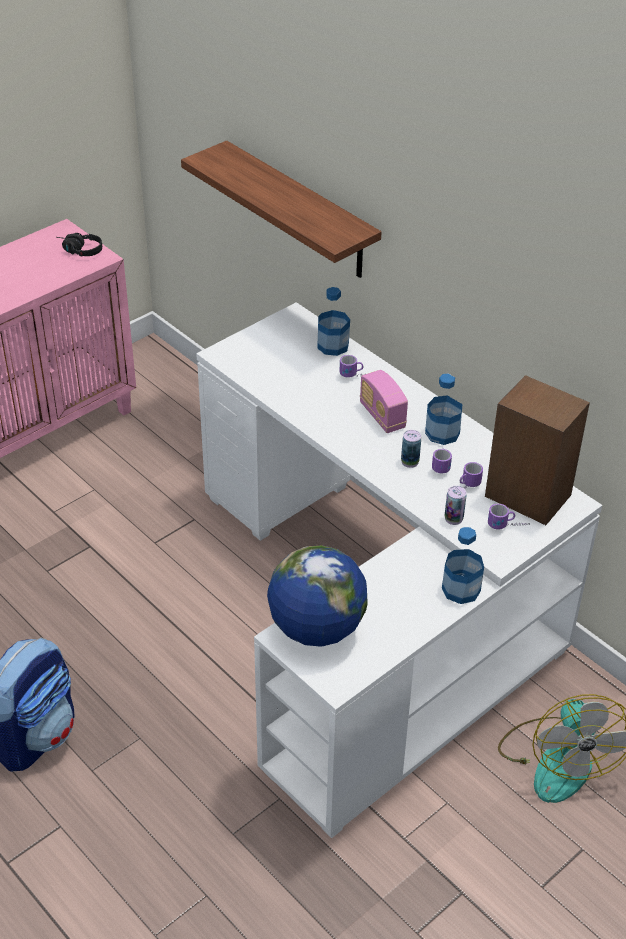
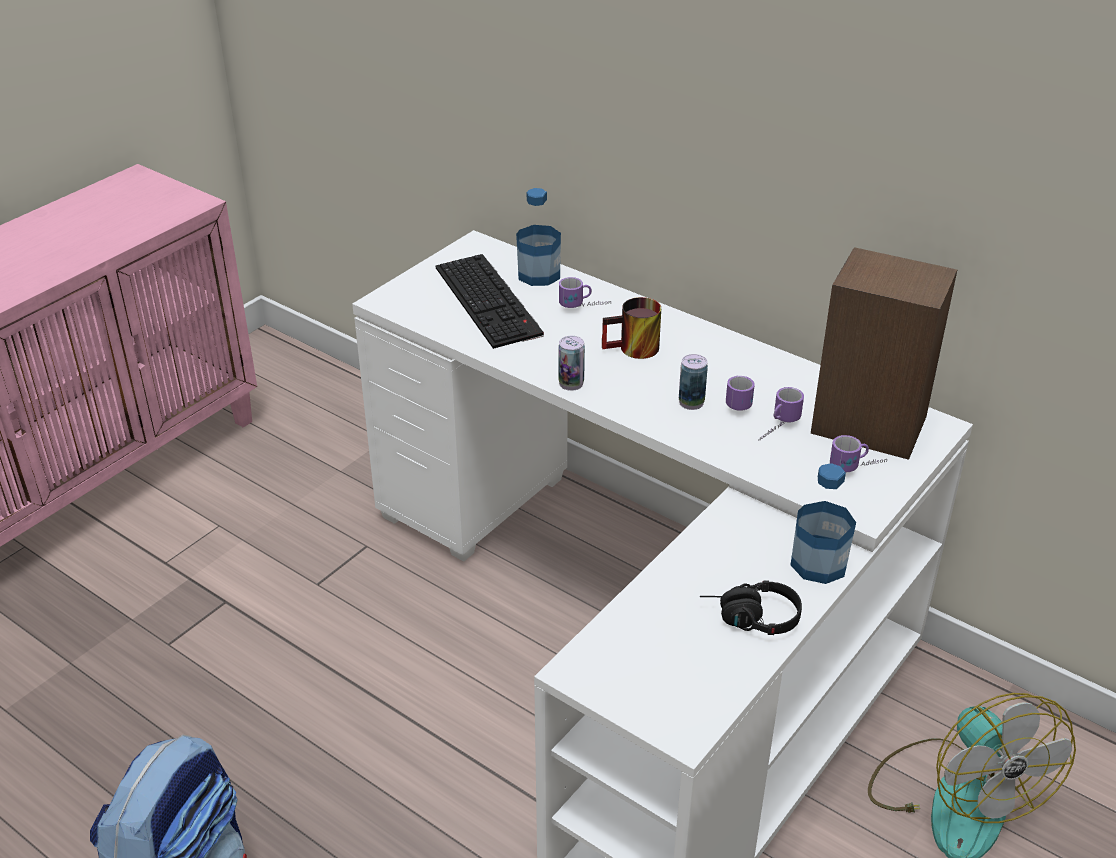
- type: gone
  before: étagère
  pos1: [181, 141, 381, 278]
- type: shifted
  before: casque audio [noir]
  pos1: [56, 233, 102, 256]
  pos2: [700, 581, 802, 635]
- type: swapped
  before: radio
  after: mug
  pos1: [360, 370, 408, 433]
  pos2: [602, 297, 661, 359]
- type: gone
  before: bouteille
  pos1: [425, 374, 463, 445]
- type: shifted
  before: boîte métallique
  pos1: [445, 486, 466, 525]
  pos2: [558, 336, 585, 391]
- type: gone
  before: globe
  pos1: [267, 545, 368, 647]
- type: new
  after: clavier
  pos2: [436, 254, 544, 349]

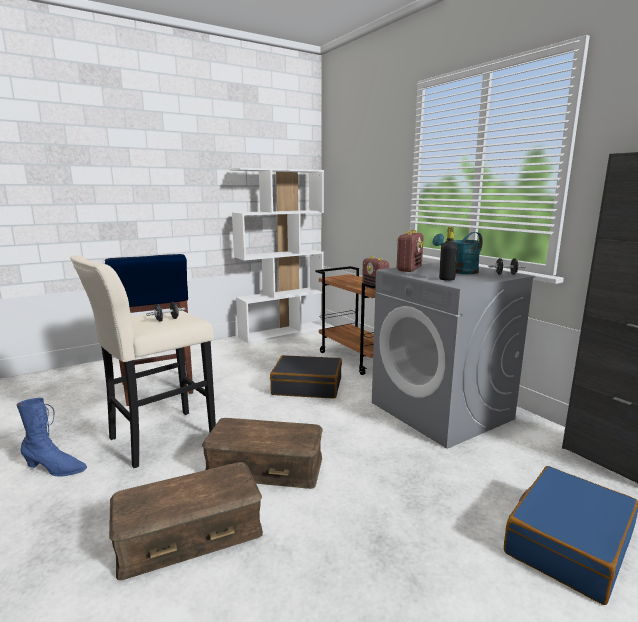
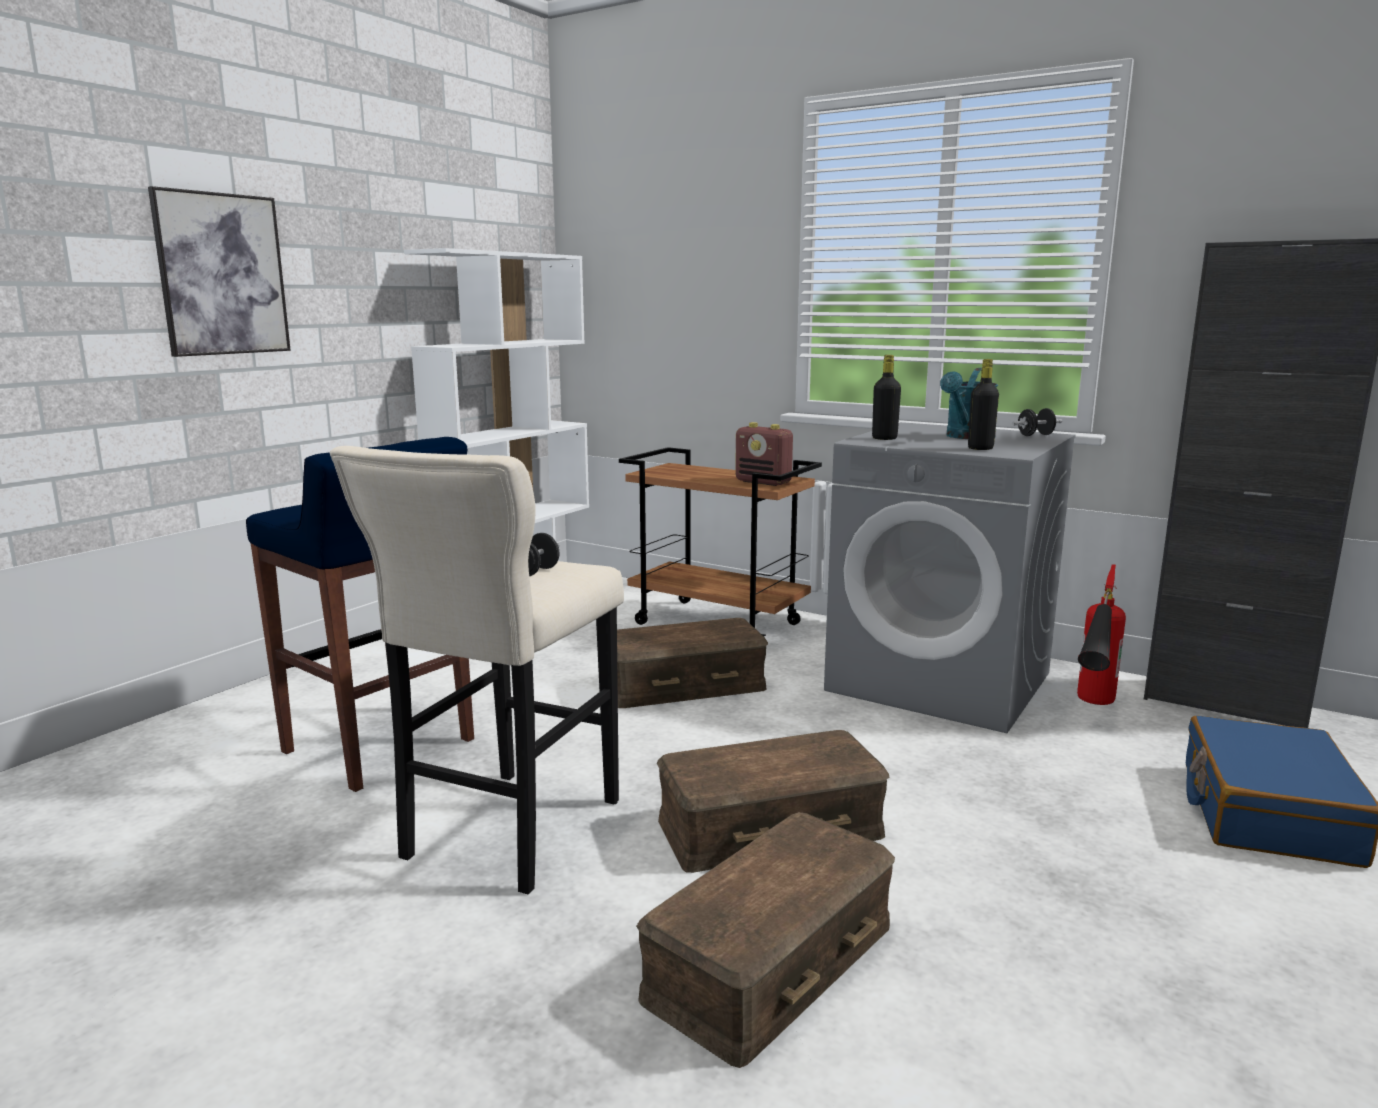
- type: swapped
  before: radio
  after: bouteille [noir]
  pos1: [396, 230, 424, 272]
  pos2: [872, 355, 901, 440]
- type: swapped
  before: valise [noir]
  after: boîte de rangement [marron]
  pos1: [270, 355, 342, 398]
  pos2: [617, 618, 768, 708]
- type: gone
  before: botte [bleu]
  pos1: [16, 398, 87, 477]
- type: new
  after: tableau
  pos2: [148, 186, 291, 357]
- type: new
  after: extincteur
  pos2: [1077, 564, 1126, 705]

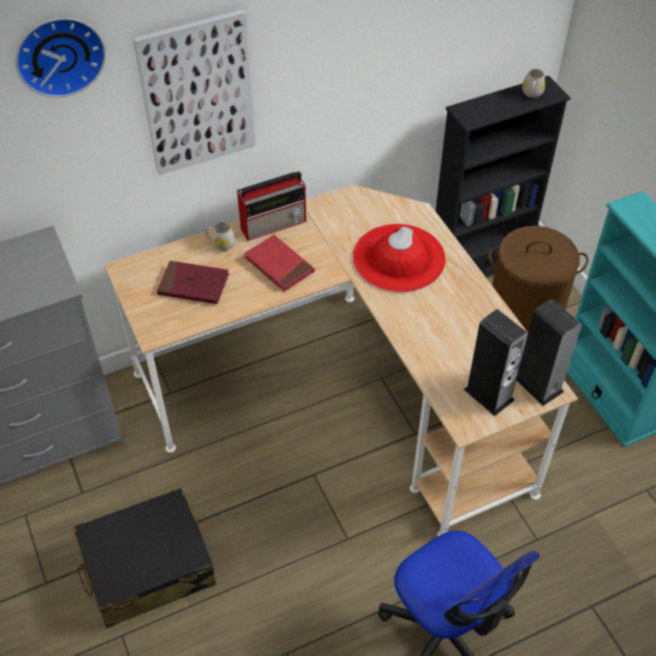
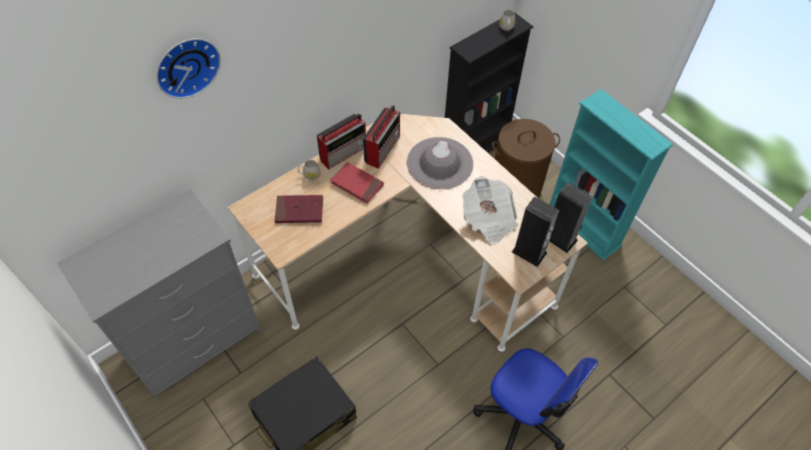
- type: gone
  before: tableau
  pos1: [133, 9, 255, 175]
- type: repainted
  before: chapeau [rouge]
  after: chapeau [gris]
  pos1: [353, 224, 445, 292]
  pos2: [407, 137, 473, 189]
- type: new
  after: radio
  pos2: [363, 105, 400, 169]
- type: new
  after: journal
  pos2: [463, 176, 518, 245]

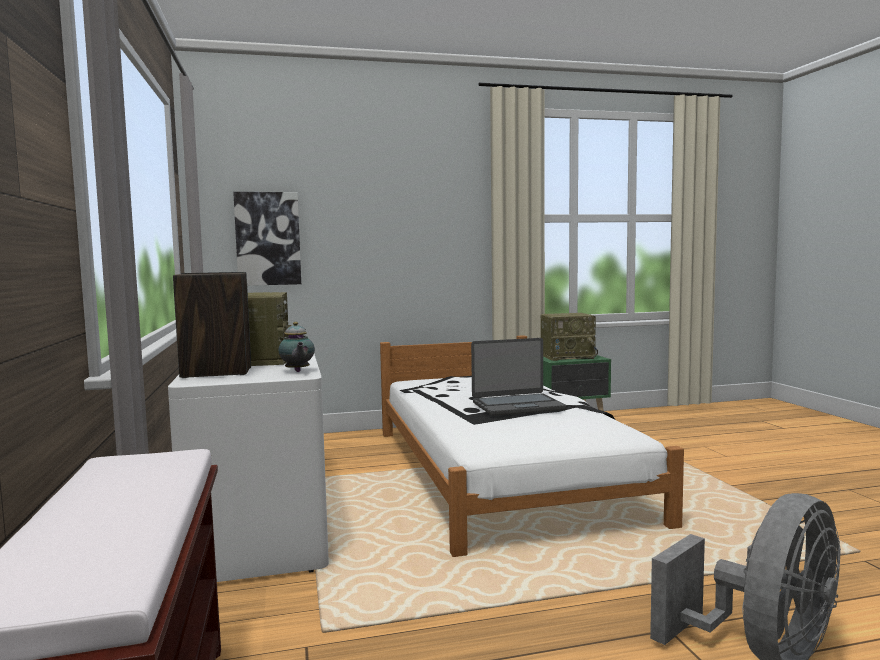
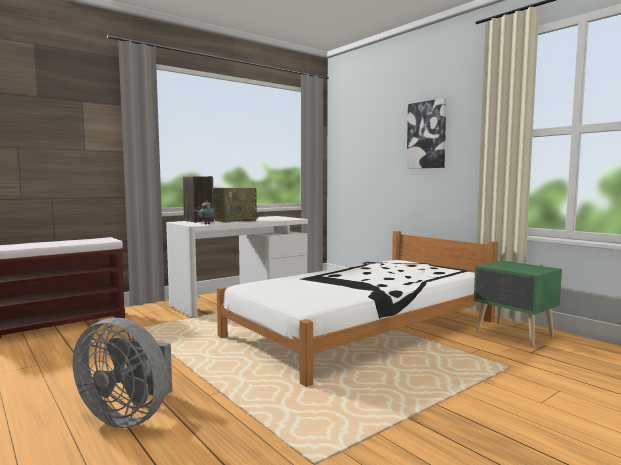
- type: shifted
  before: tableau
  pos1: [233, 192, 301, 286]
  pos2: [406, 98, 447, 169]
- type: gone
  before: radio
  pos1: [540, 313, 598, 361]
- type: gone
  before: ordinateur portable
  pos1: [471, 338, 567, 416]

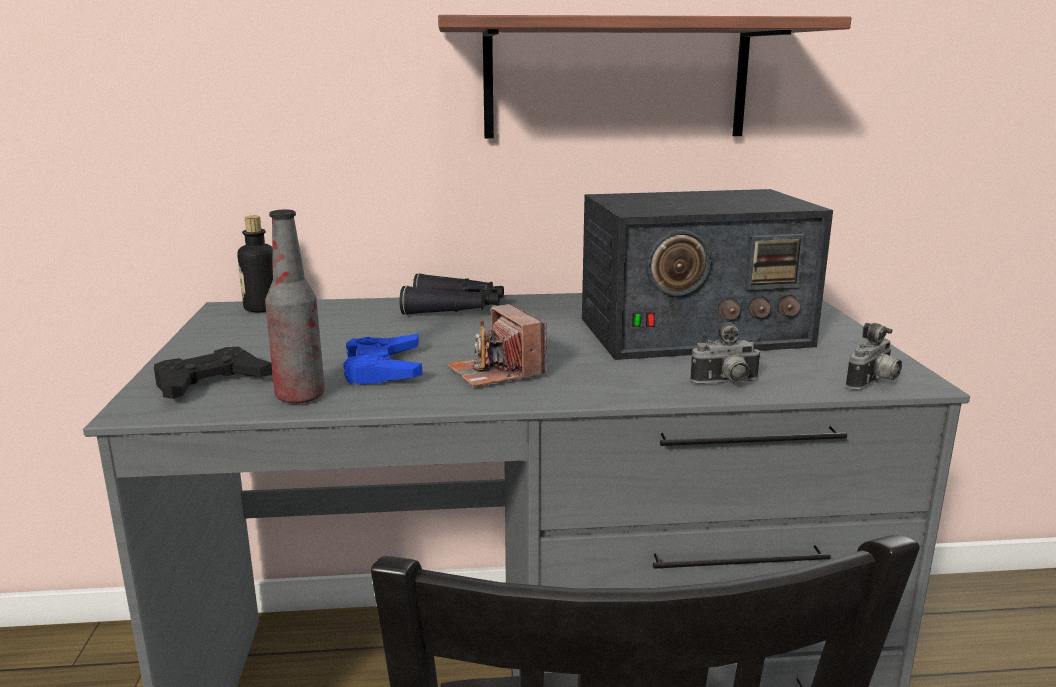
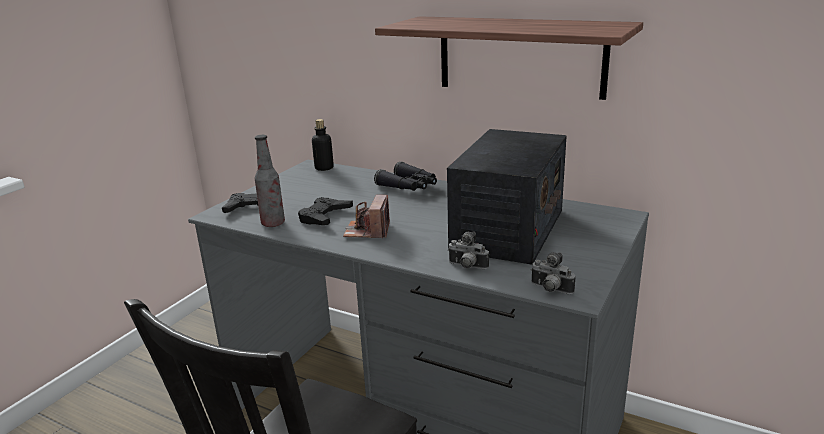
- type: rotated
  before: radio
  pos1: [582, 189, 833, 360]
  pos2: [447, 129, 567, 265]
  turn: -90
- type: rotated
  before: appareil photo
  pos1: [846, 323, 902, 390]
  pos2: [531, 252, 575, 294]
  turn: 45
- type: repainted
  before: manette [bleu]
  after: manette [noir]
  pos1: [343, 333, 422, 385]
  pos2: [298, 197, 353, 225]

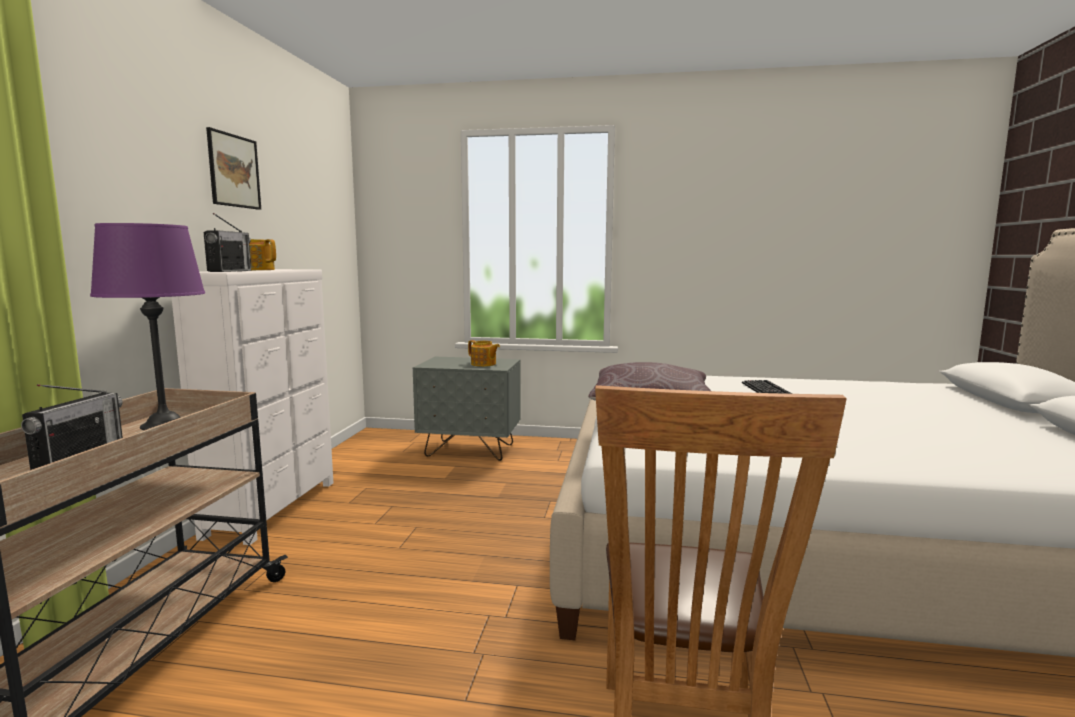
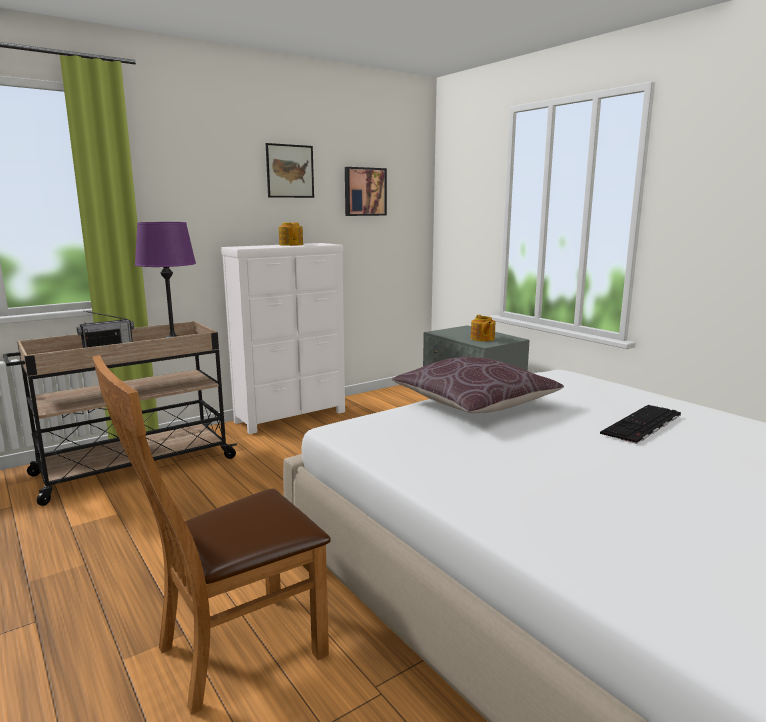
- type: gone
  before: radio
  pos1: [204, 213, 251, 272]
- type: new
  after: tableau
  pos2: [345, 167, 387, 216]

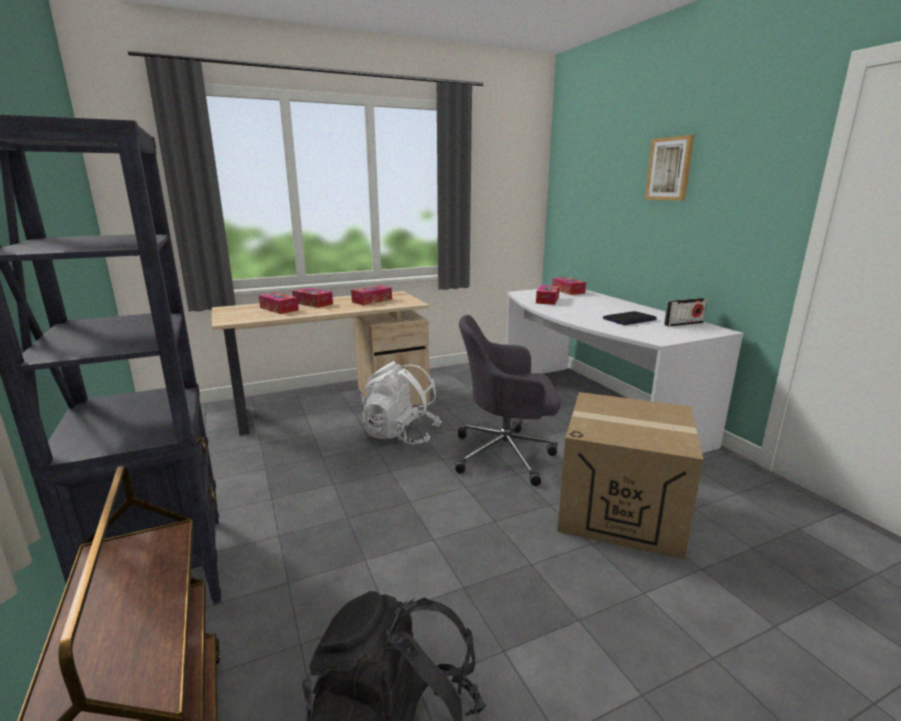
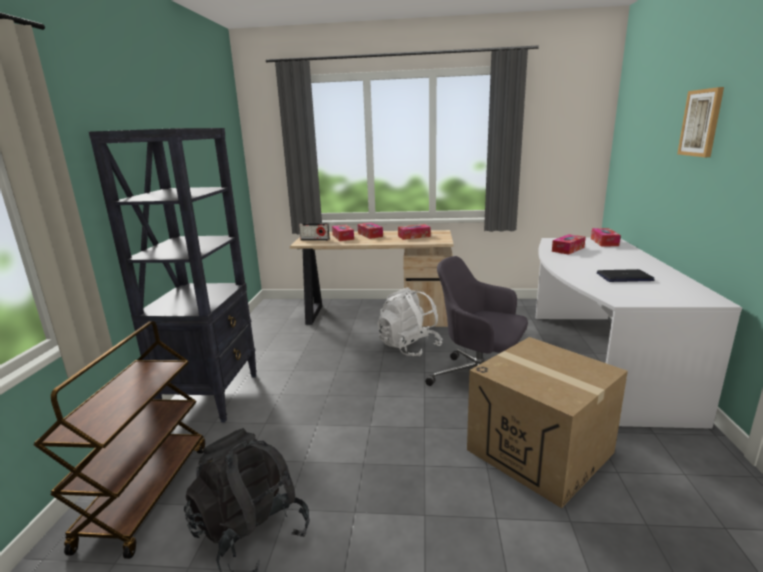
- type: shifted
  before: radio
  pos1: [664, 298, 707, 327]
  pos2: [299, 223, 330, 241]

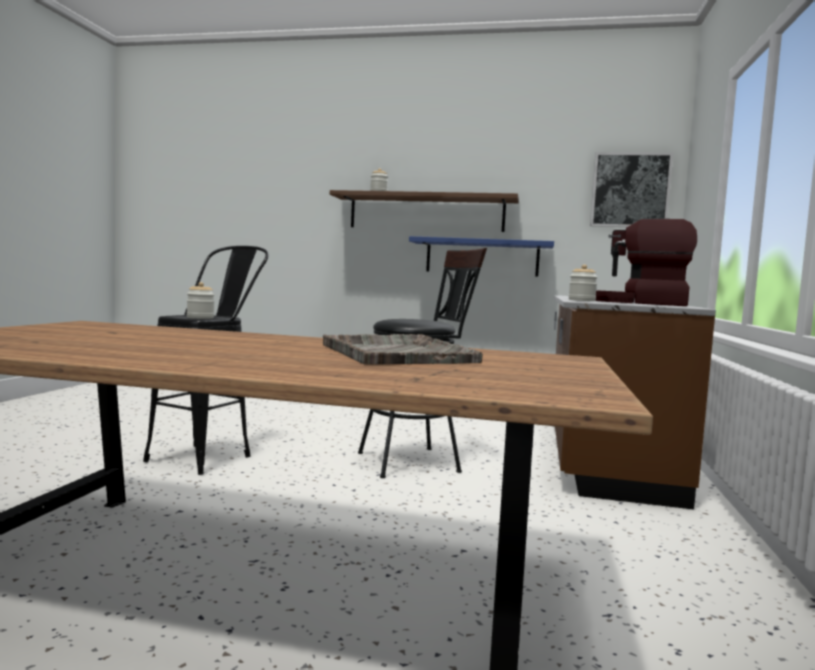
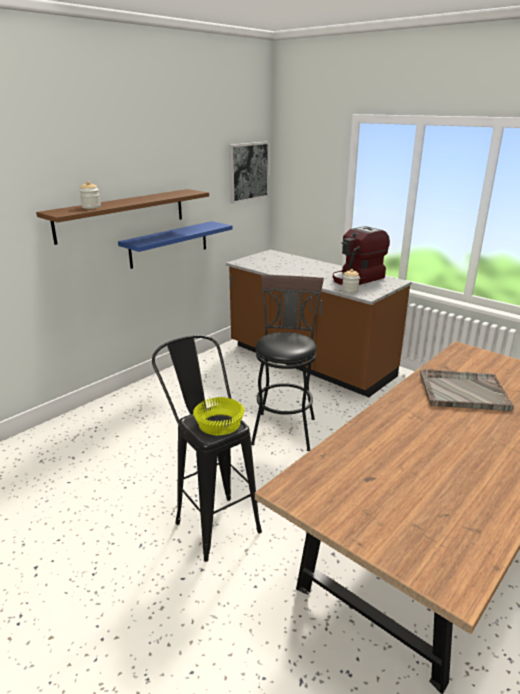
- type: swapped
  before: bocal
  after: bol [jaune]
  pos1: [187, 282, 215, 319]
  pos2: [193, 397, 245, 435]

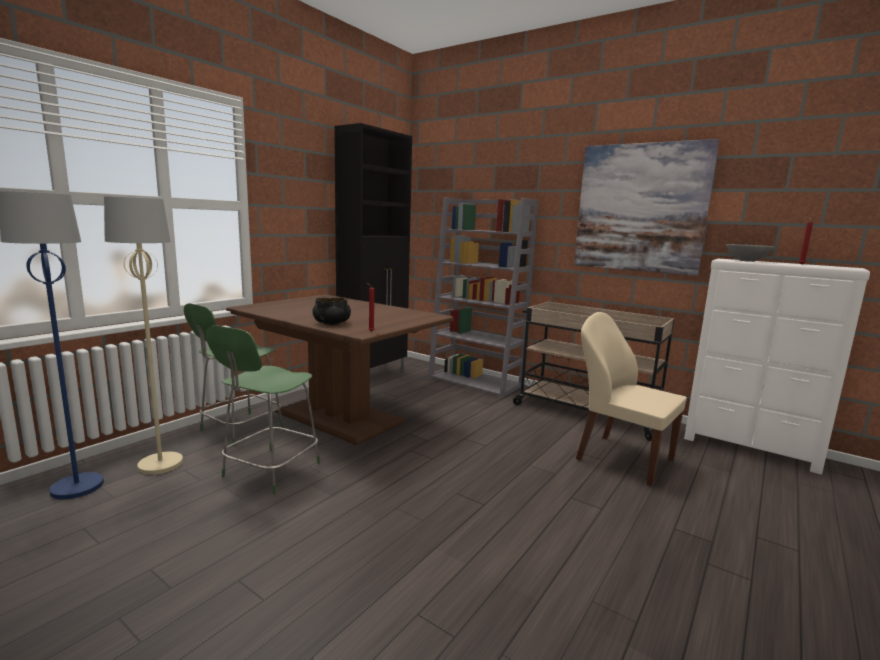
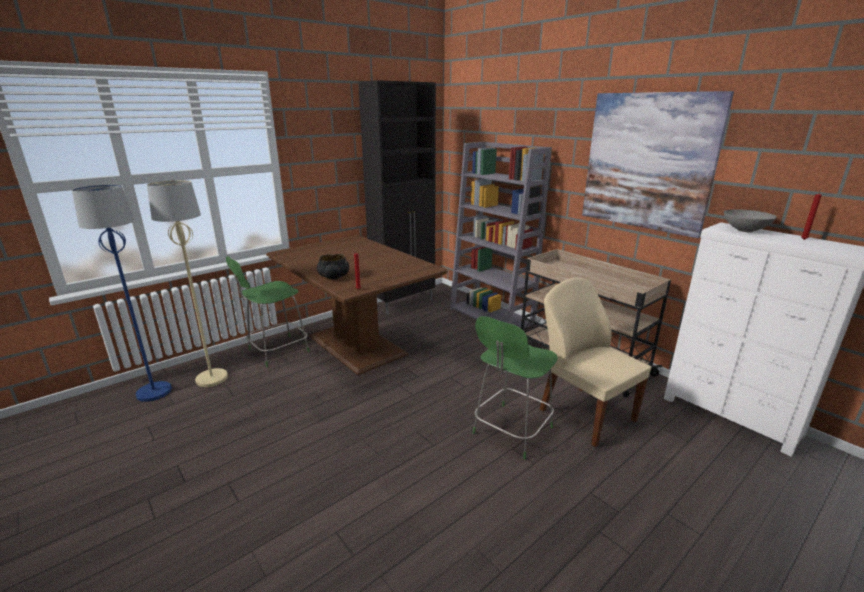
- type: shifted
  before: chaise [vert]
  pos1: [206, 325, 320, 494]
  pos2: [473, 316, 558, 459]

